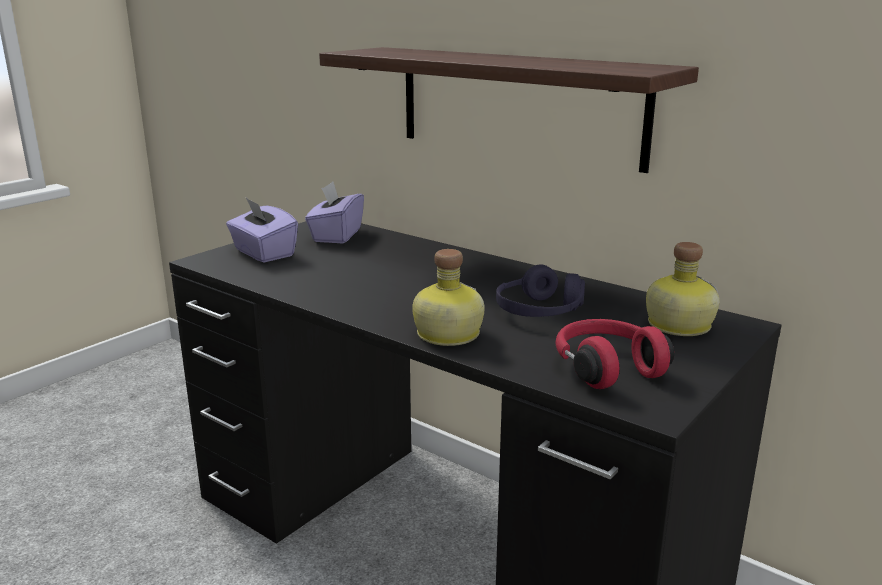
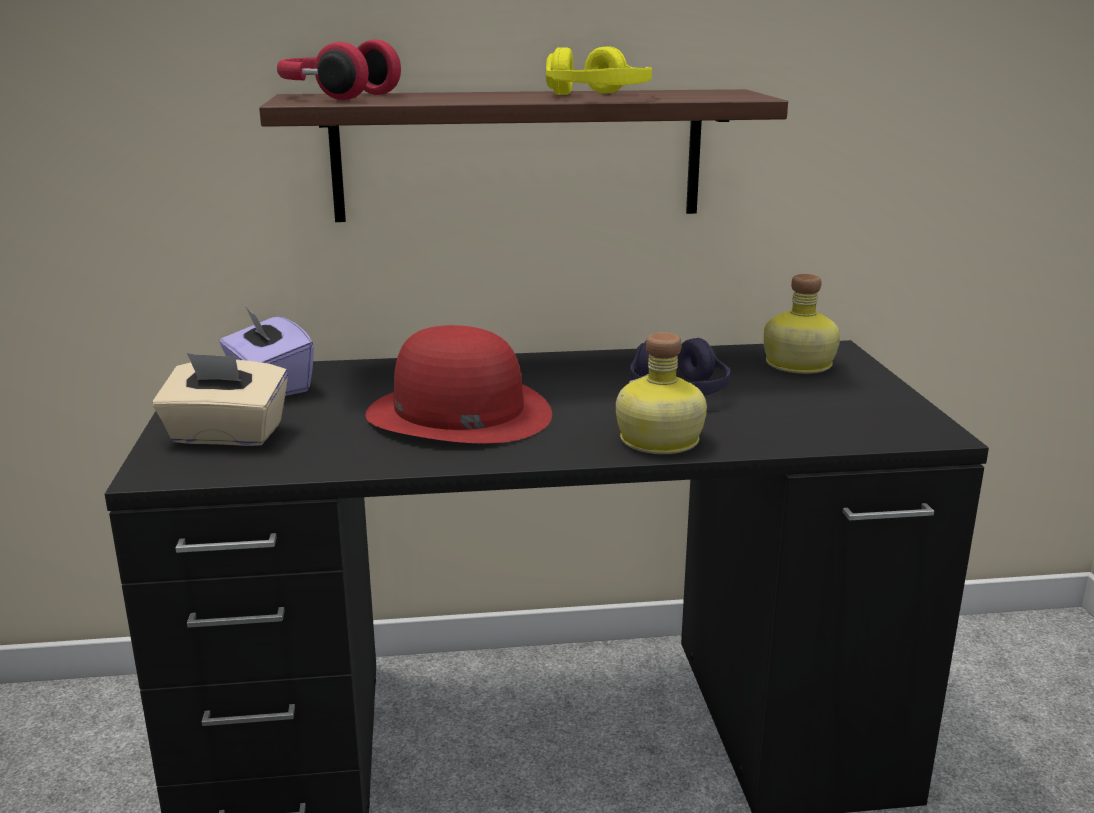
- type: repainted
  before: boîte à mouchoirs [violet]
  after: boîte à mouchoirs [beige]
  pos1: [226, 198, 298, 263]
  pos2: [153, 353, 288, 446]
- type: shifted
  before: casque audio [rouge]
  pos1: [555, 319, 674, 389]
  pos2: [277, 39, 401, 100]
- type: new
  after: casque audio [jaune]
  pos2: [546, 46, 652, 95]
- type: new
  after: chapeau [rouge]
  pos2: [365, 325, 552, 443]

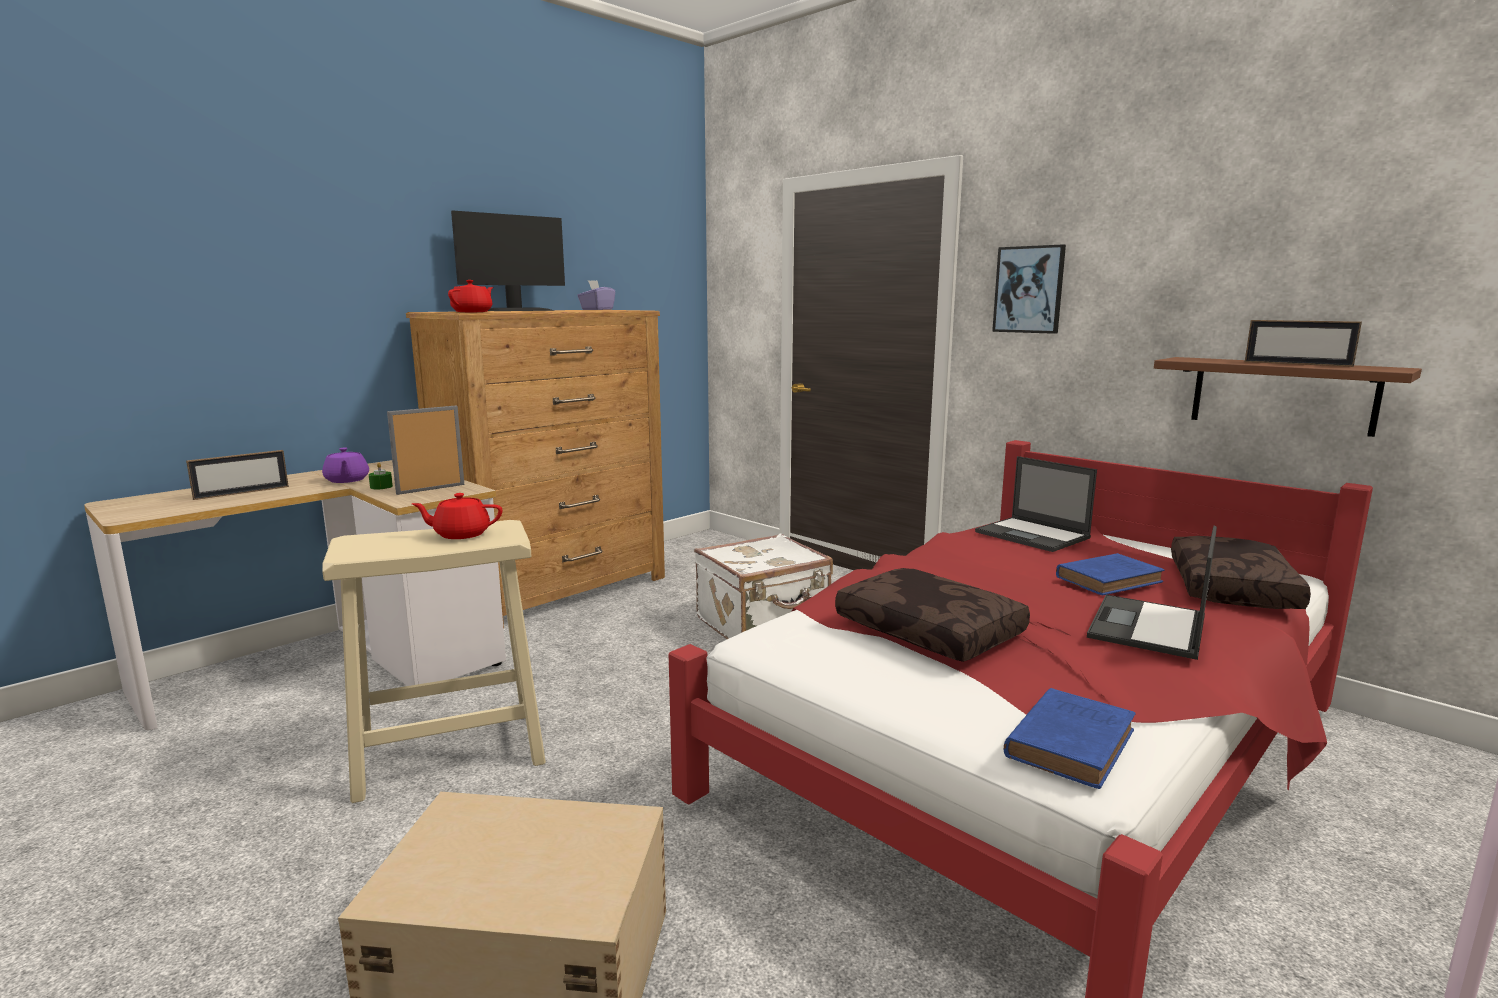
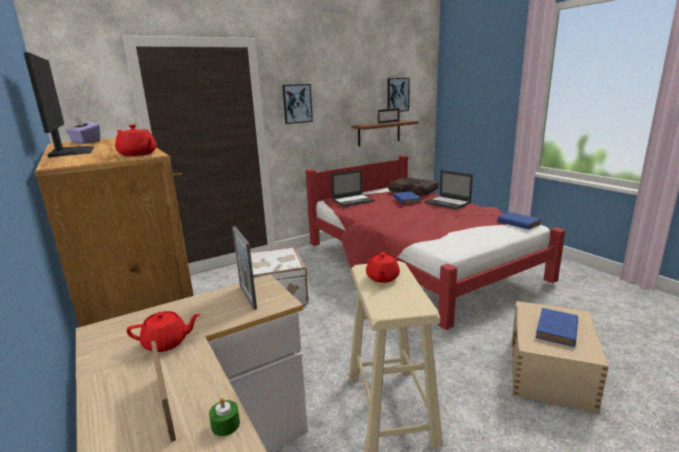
- type: repainted
  before: théière [violet]
  after: théière [rouge]
  pos1: [322, 448, 369, 483]
  pos2: [126, 311, 201, 352]
- type: shifted
  before: bougie [vert]
  pos1: [369, 463, 393, 489]
  pos2: [209, 398, 240, 436]
- type: gone
  before: coussin [marron]
  pos1: [835, 568, 1030, 662]
- type: new
  after: tableau
  pos2: [388, 78, 410, 112]
- type: new
  after: livre [bleu]
  pos2: [536, 308, 578, 347]

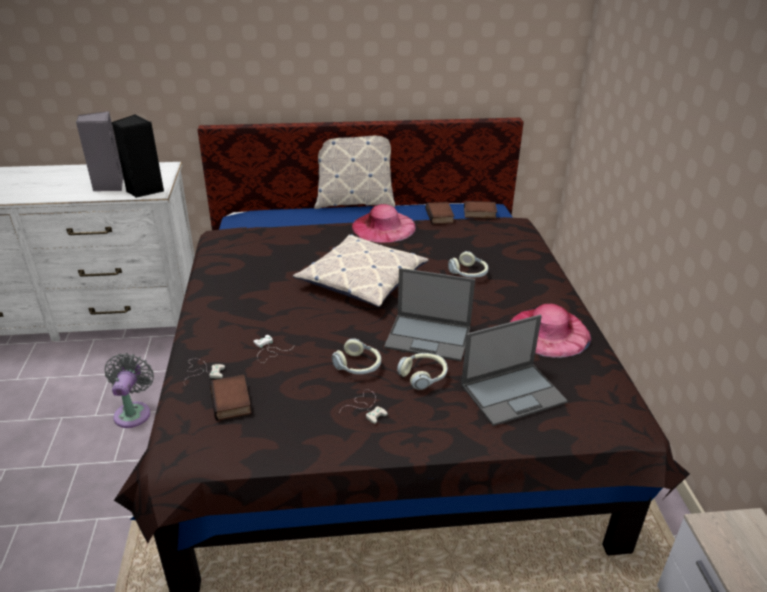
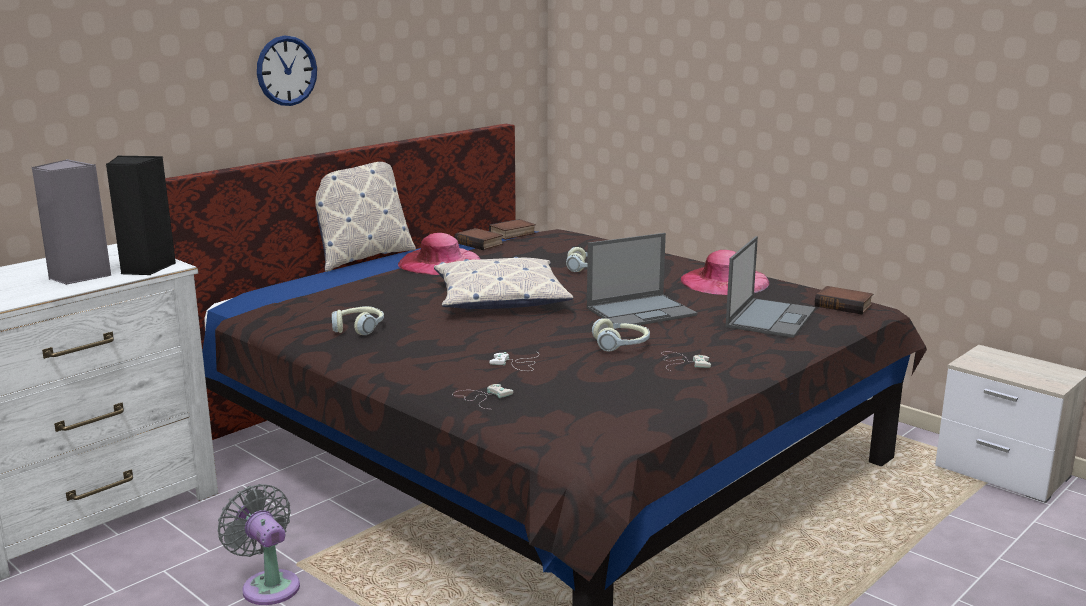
- type: shifted
  before: casque audio
  pos1: [397, 353, 448, 390]
  pos2: [332, 306, 384, 335]
- type: shifted
  before: livre
  pos1: [210, 375, 252, 421]
  pos2: [815, 286, 873, 315]
- type: new
  after: horloge murale
  pos2: [257, 36, 317, 106]

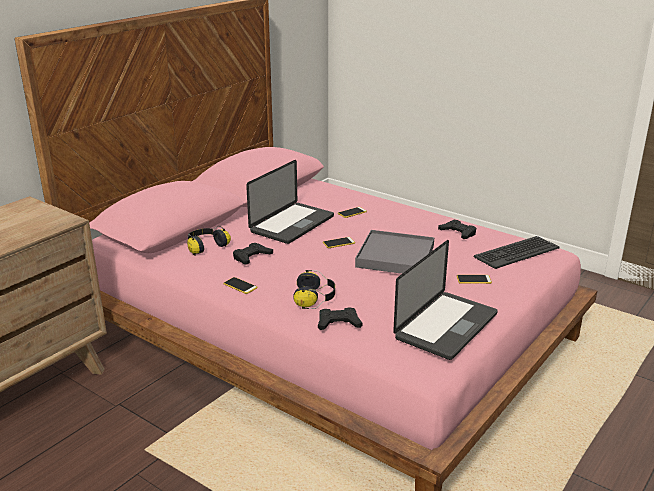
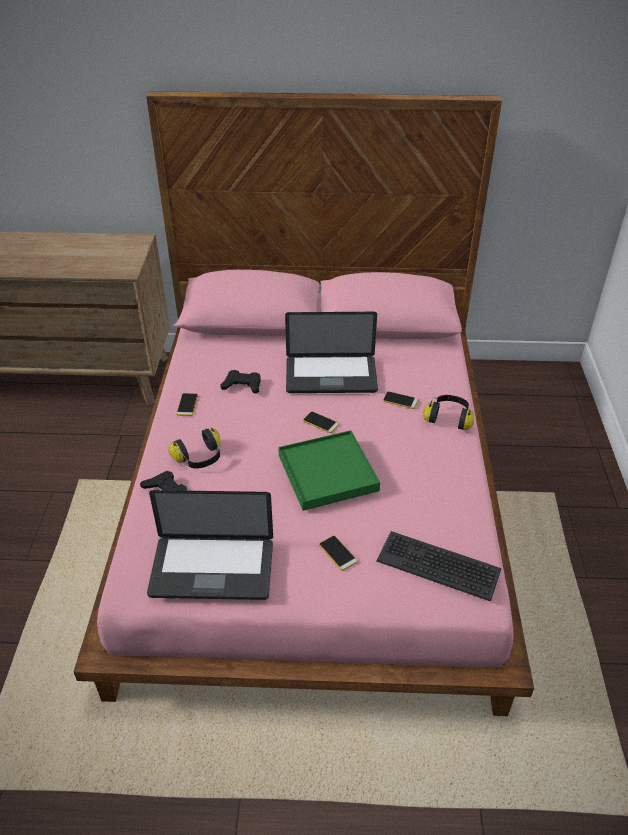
- type: gone
  before: manette [noir]
  pos1: [438, 220, 476, 239]
- type: shifted
  before: casque audio
  pos1: [187, 226, 231, 256]
  pos2: [423, 395, 474, 430]
- type: repainted
  before: plateau [gris]
  after: plateau [vert]
  pos1: [355, 230, 434, 274]
  pos2: [278, 430, 380, 511]

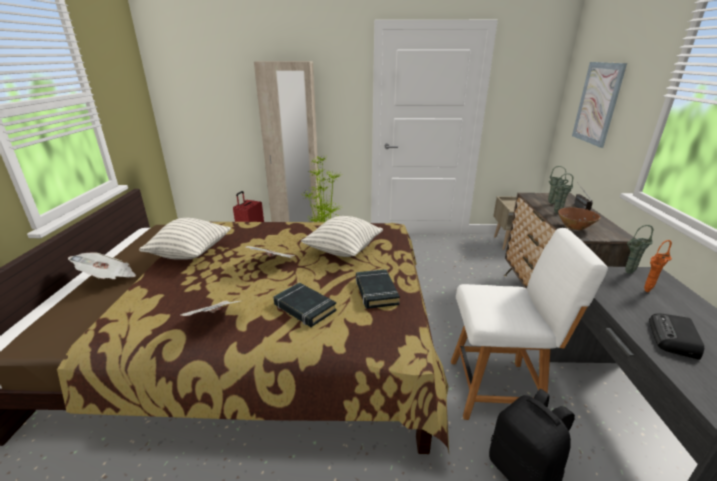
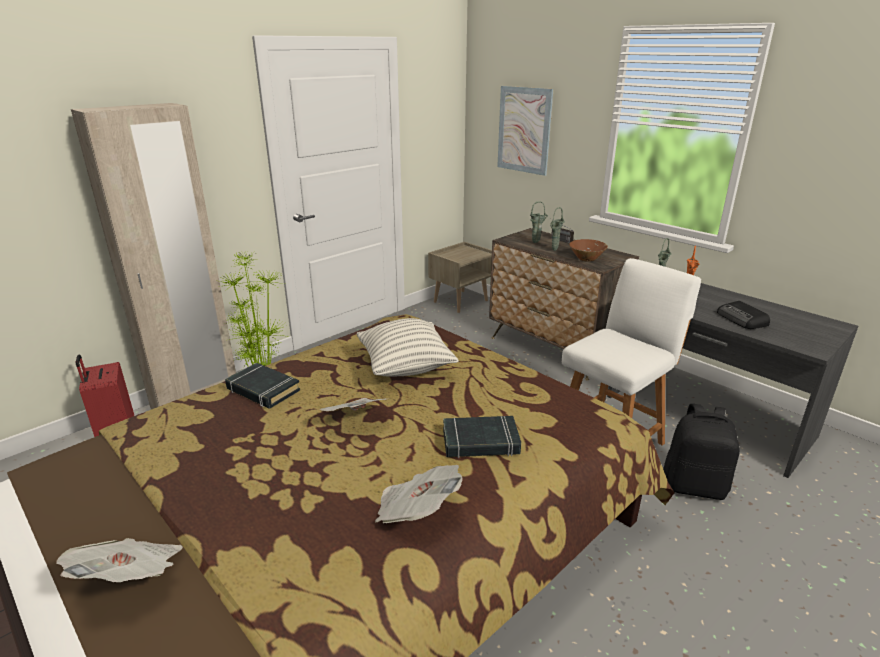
- type: gone
  before: coussin
  pos1: [139, 218, 231, 260]
- type: shifted
  before: livre [noir]
  pos1: [356, 269, 400, 309]
  pos2: [225, 363, 300, 409]

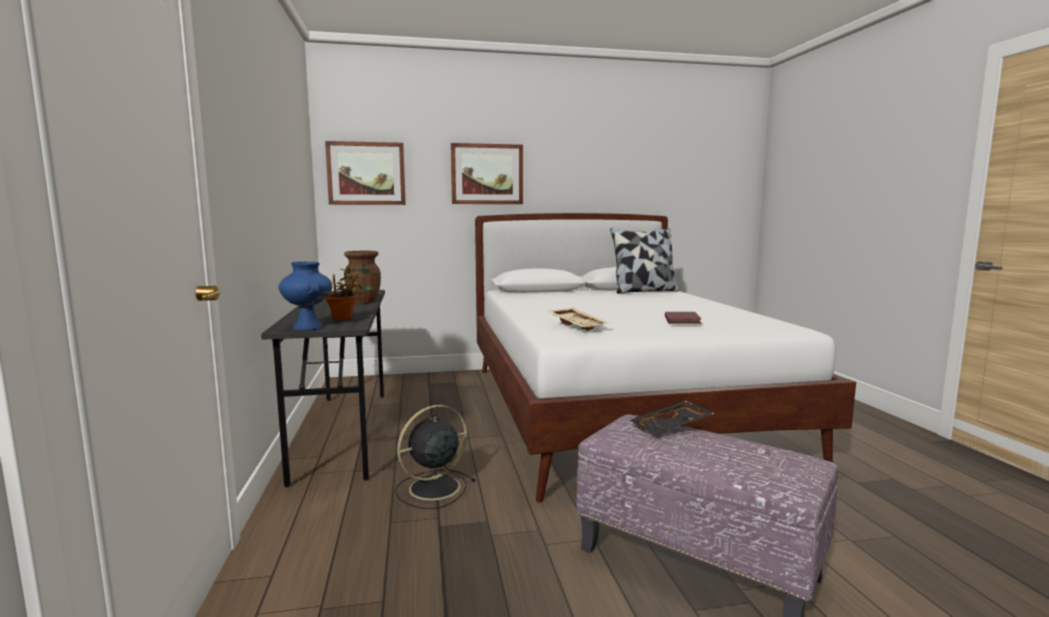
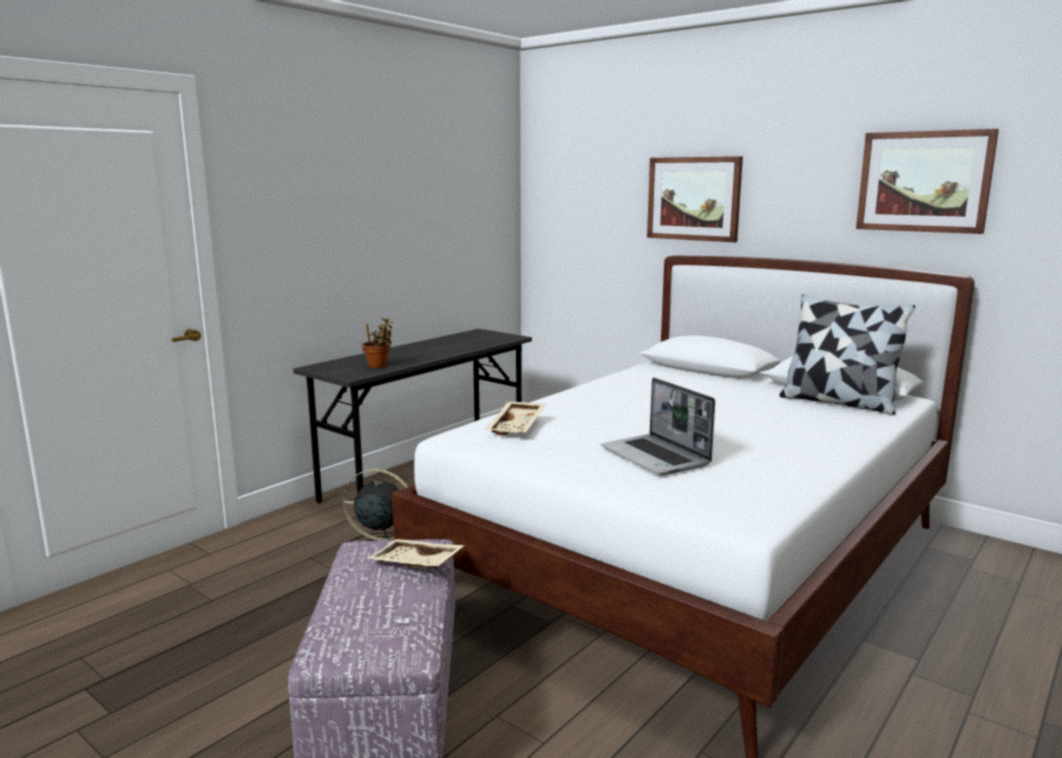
- type: shifted
  before: tableau
  pos1: [325, 141, 406, 205]
  pos2: [856, 129, 999, 234]
- type: gone
  before: vase [marron]
  pos1: [344, 251, 381, 304]
- type: gone
  before: vase [bleu]
  pos1: [279, 262, 332, 330]
- type: swapped
  before: livre [rouge]
  after: ordinateur portable
  pos1: [665, 312, 702, 324]
  pos2: [601, 378, 715, 475]
- type: repainted
  before: plateau [noir]
  after: plateau [beige]
  pos1: [629, 401, 715, 434]
  pos2: [367, 539, 465, 568]

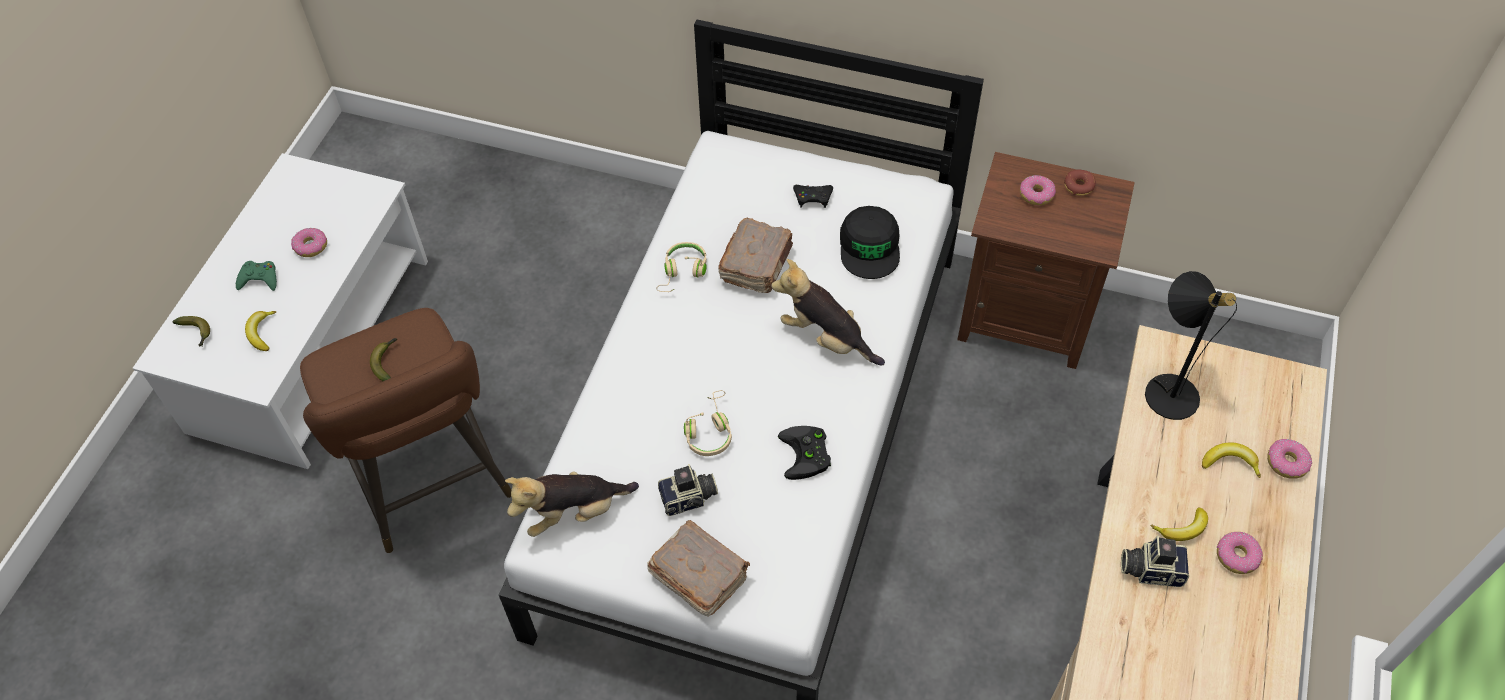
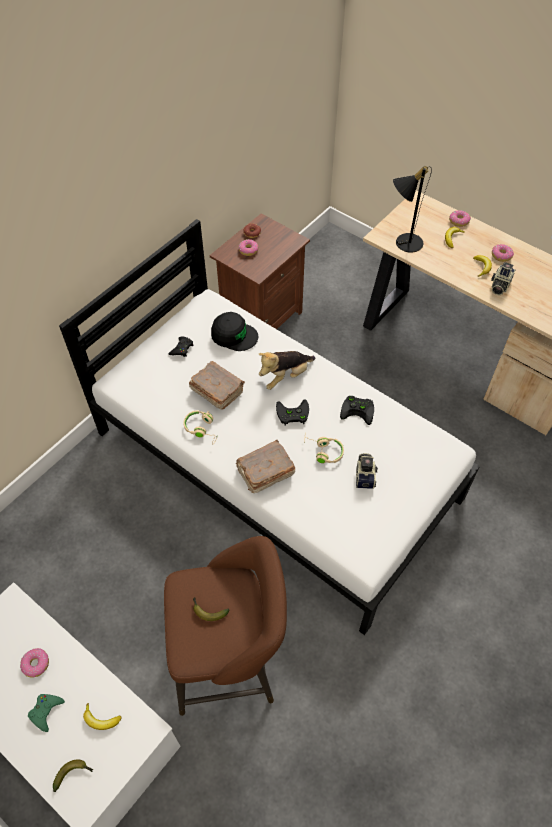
- type: gone
  before: peluche
  pos1: [505, 471, 639, 537]
- type: shifted
  before: livre [marron]
  pos1: [647, 520, 750, 617]
  pos2: [236, 440, 295, 493]
- type: new
  after: manette [noir]
  pos2: [276, 399, 309, 426]

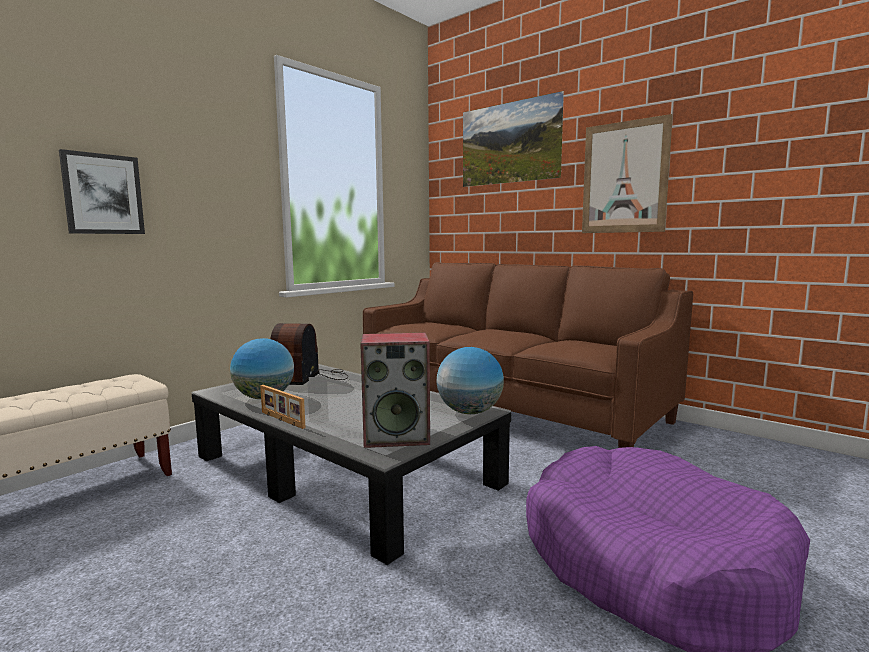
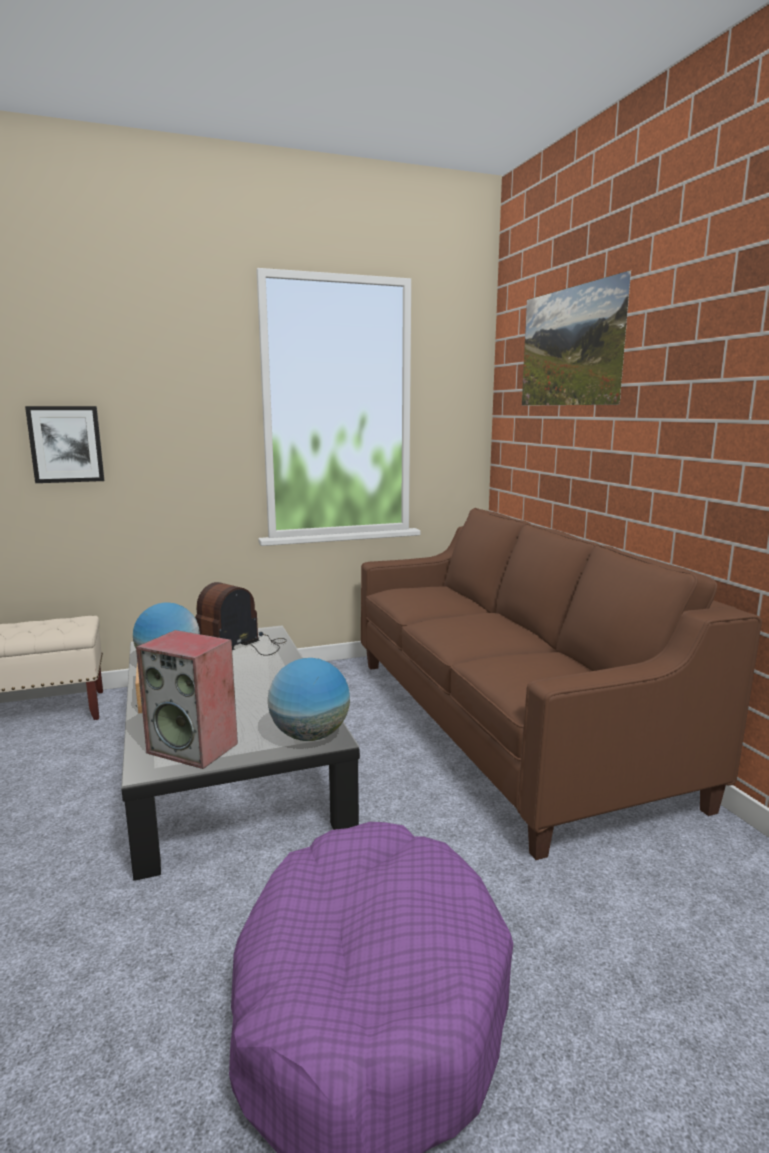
- type: gone
  before: tableau
  pos1: [582, 114, 673, 233]

